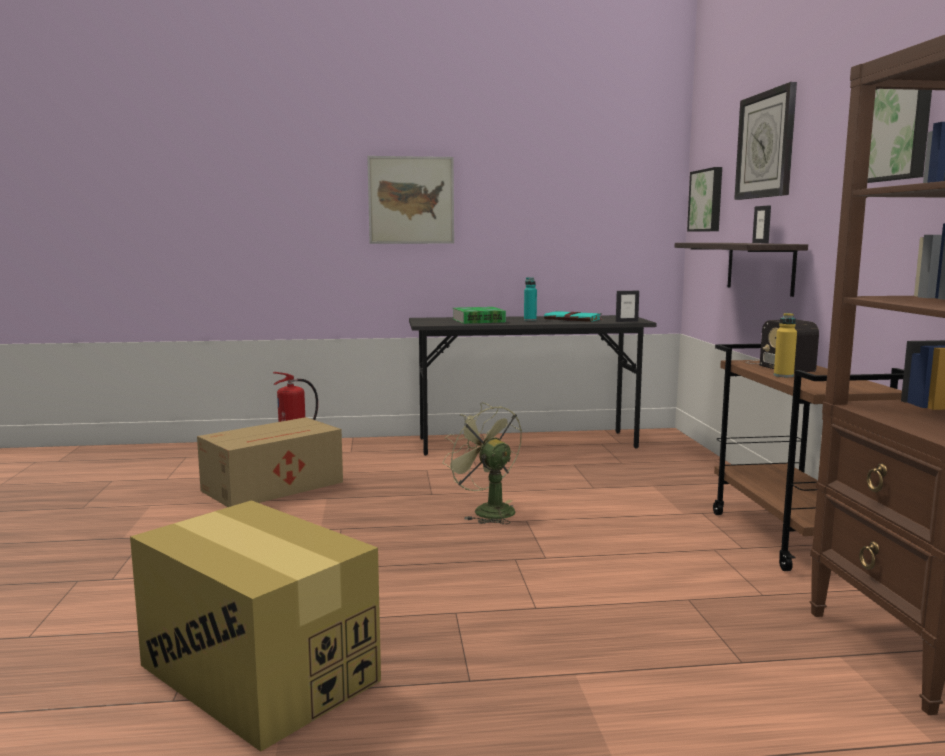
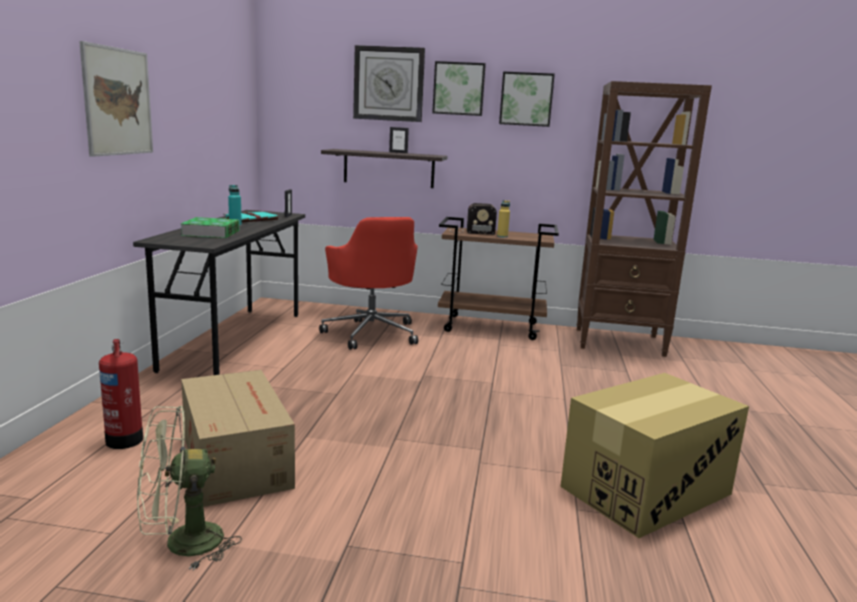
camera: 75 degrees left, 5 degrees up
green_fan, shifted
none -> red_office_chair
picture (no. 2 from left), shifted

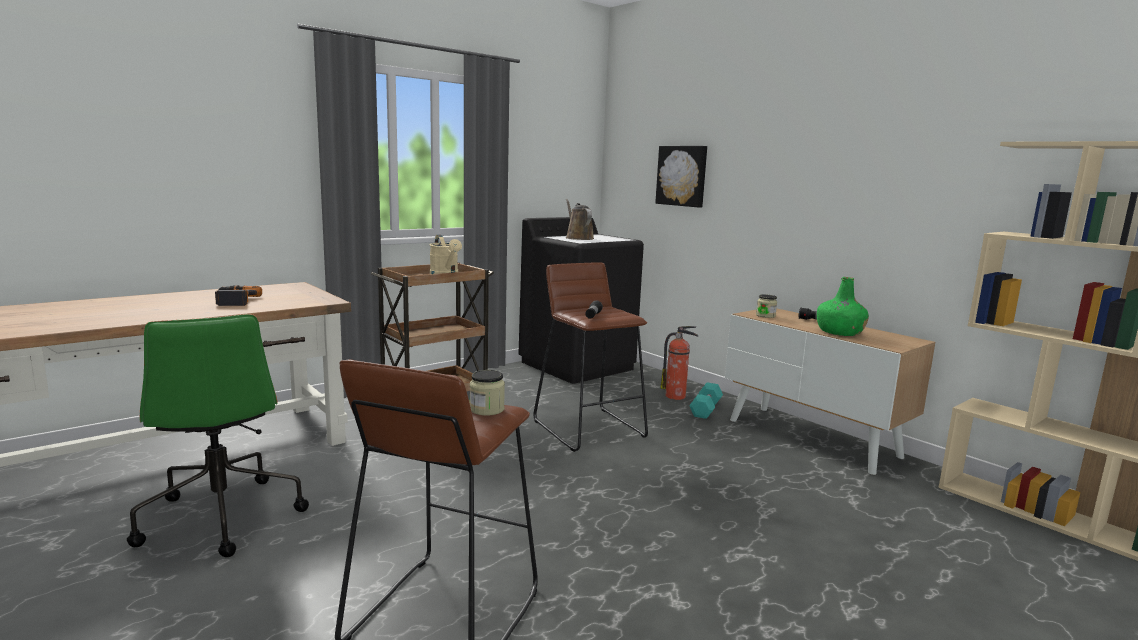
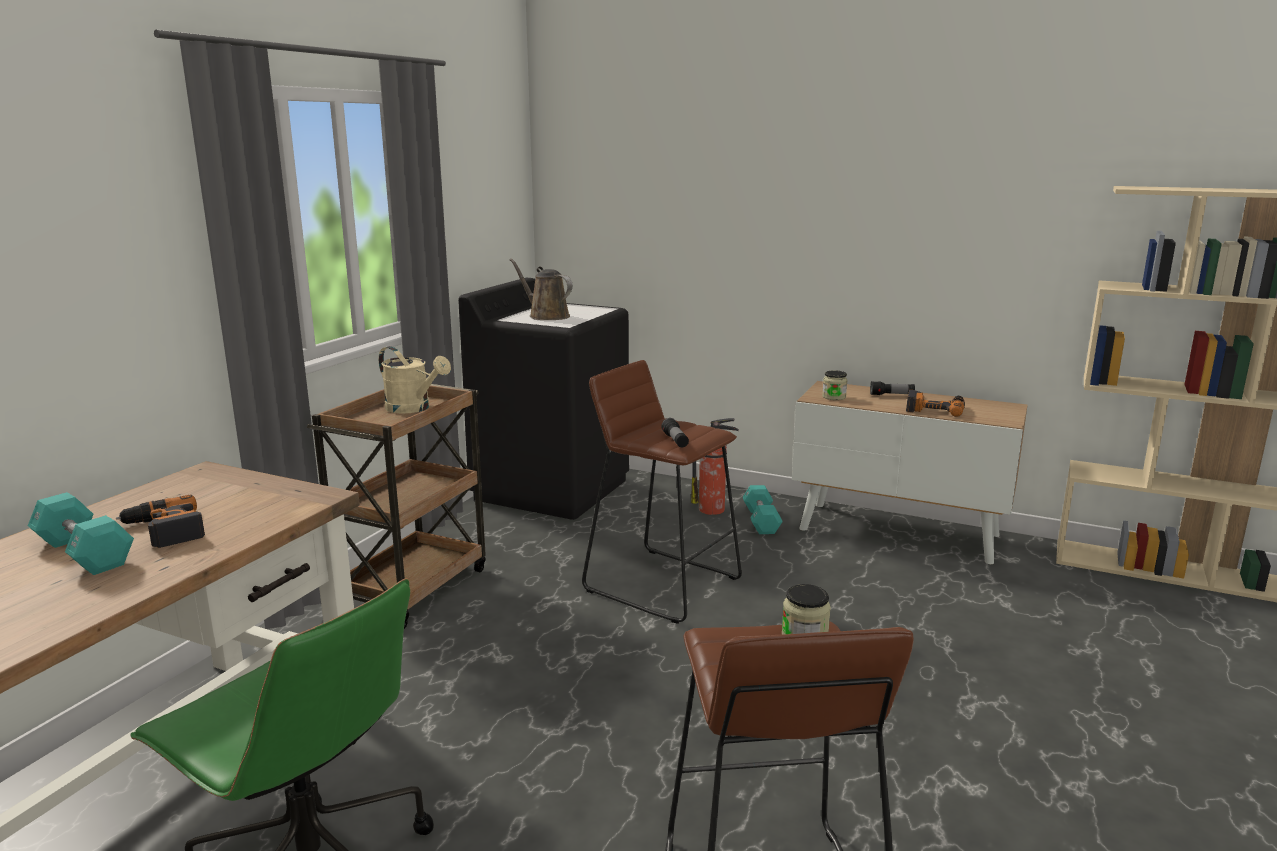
camera: 25 degrees left, 5 degrees up
none -> turquoise_dumbbell (no. 1 from left)
green_bottle -> power_drill (no. 2 from left)
picture -> none

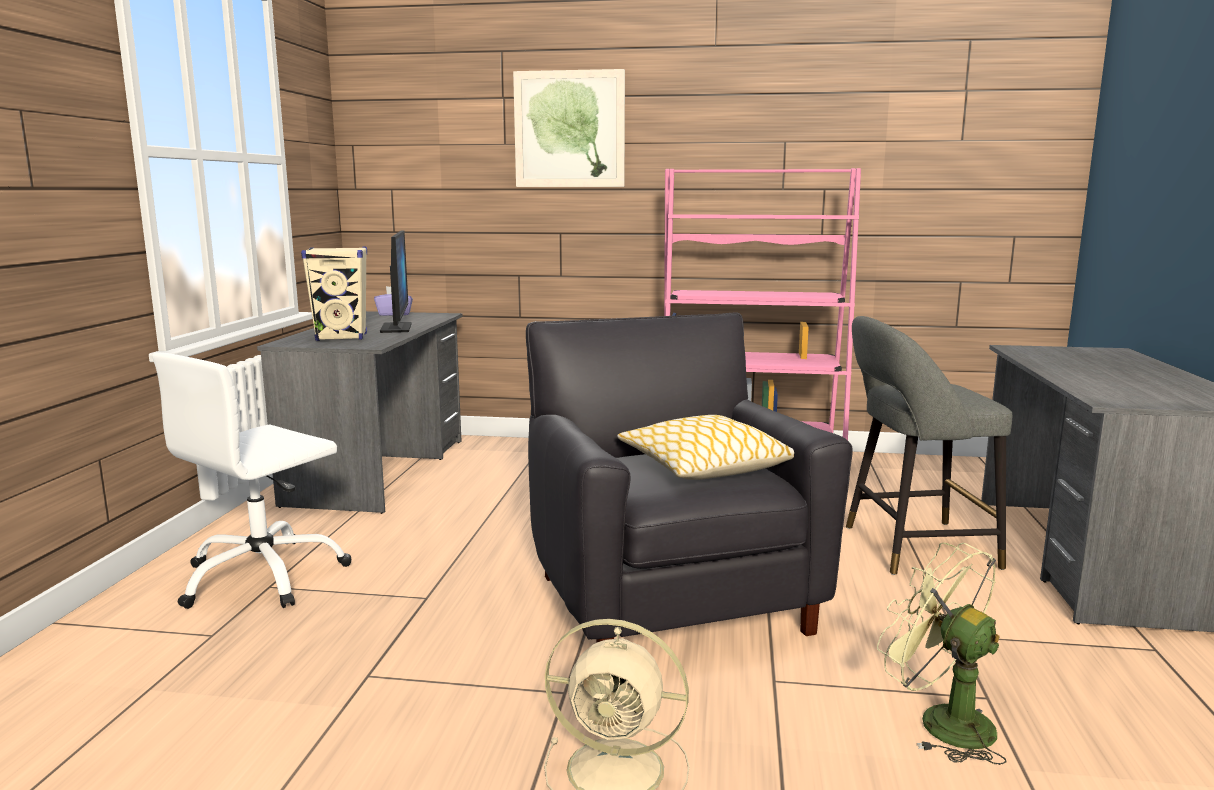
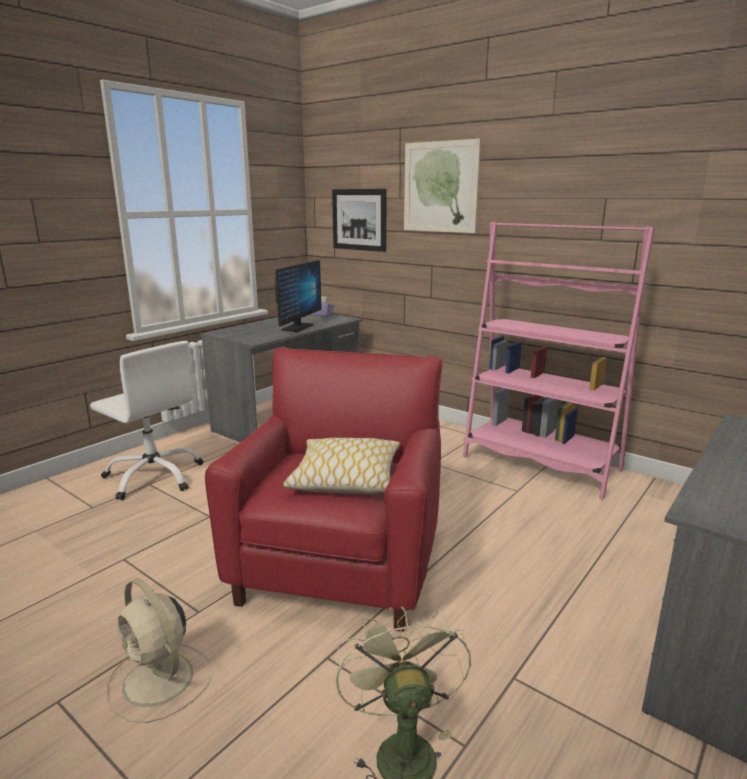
camera: 30 degrees right, 5 degrees up
white_office_chair, 120 degrees counterclockwise
black_armchair -> red_armchair
none -> picture (no. 1 from left)
beige_speaker -> none
grey_stool -> none

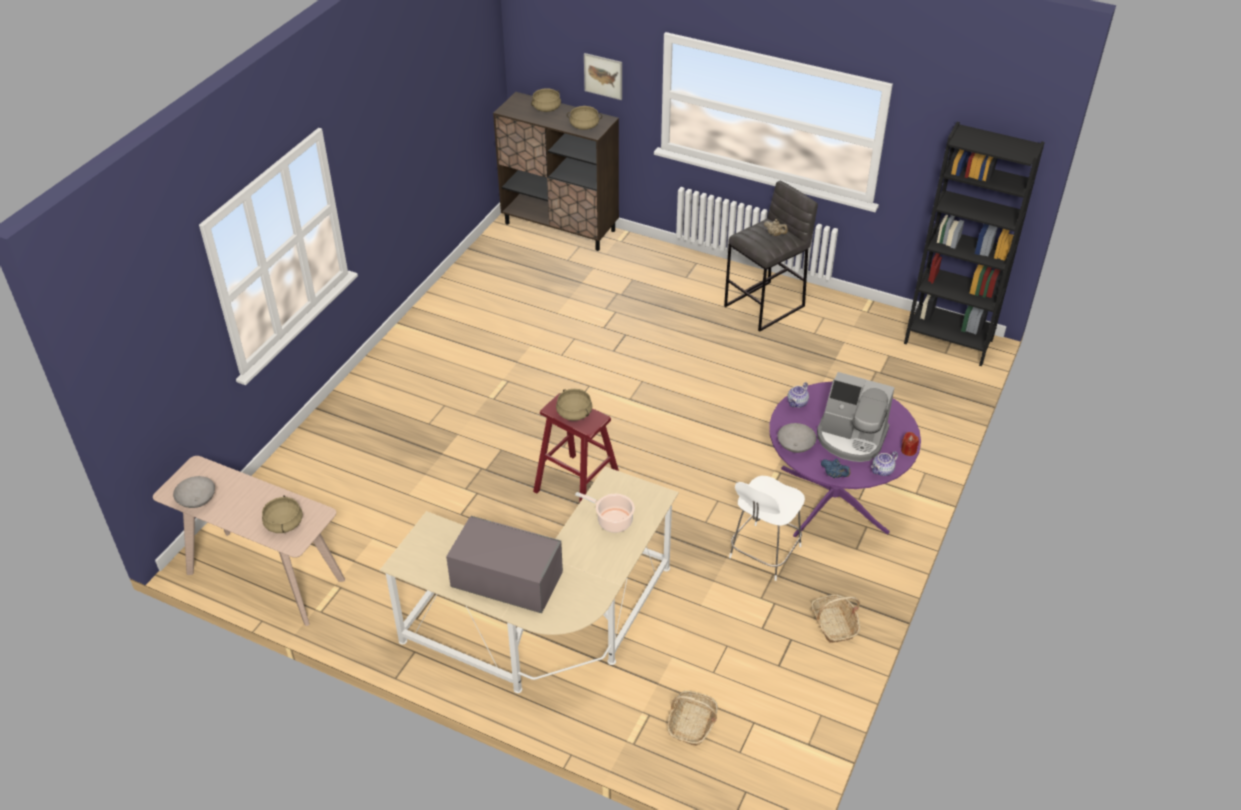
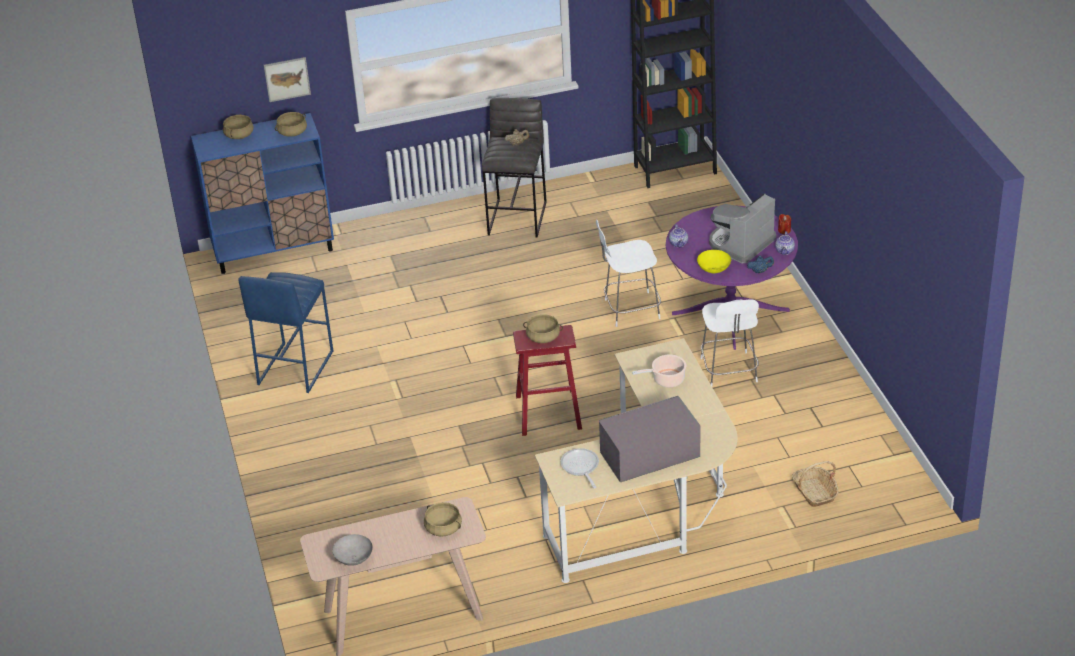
camera: 40 degrees left, 5 degrees down
brown_cabinet -> blue_cabinet
none -> blue_stool
none -> frying_pan
none -> white_chair (no. 1 from left)
grey_bowl (no. 2 from left) -> yellow_bowl
coffee_machine, 150 degrees clockwise
basket (no. 2 from left) -> none

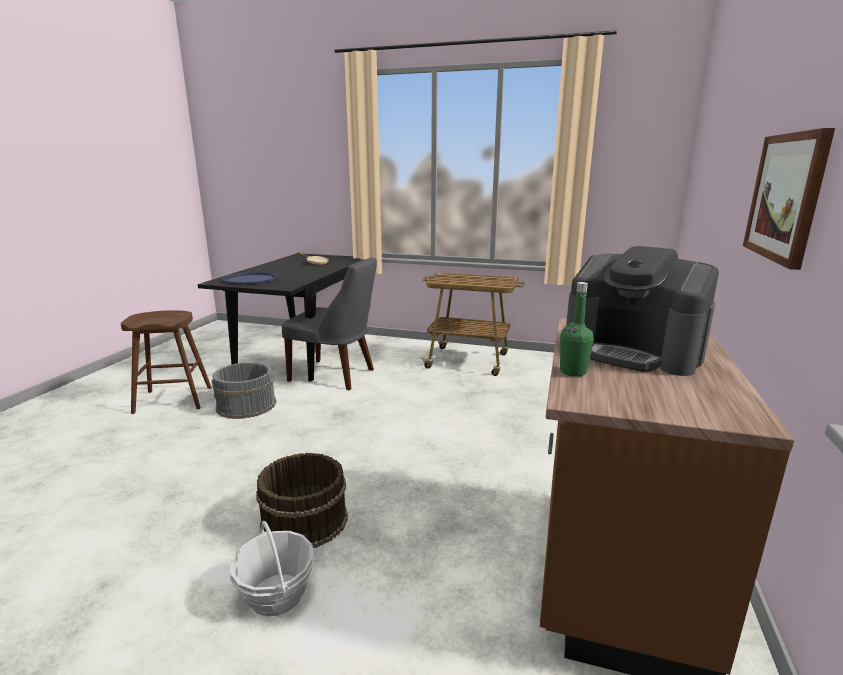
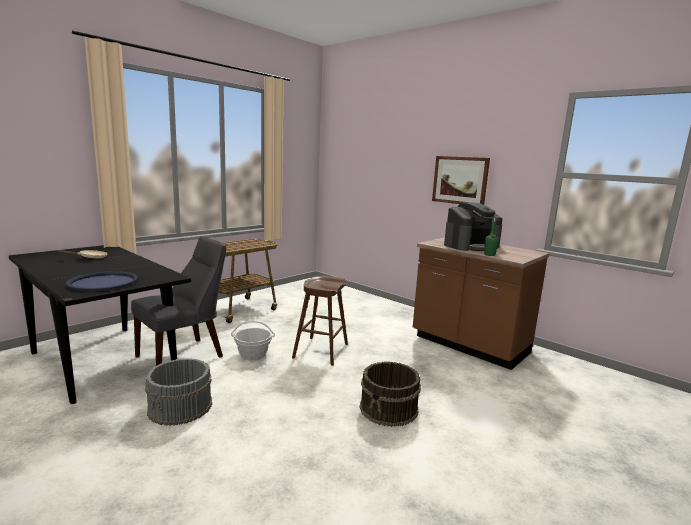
camera: 65 degrees left, 5 degrees down
basket, shifted
brown_stool, shifted

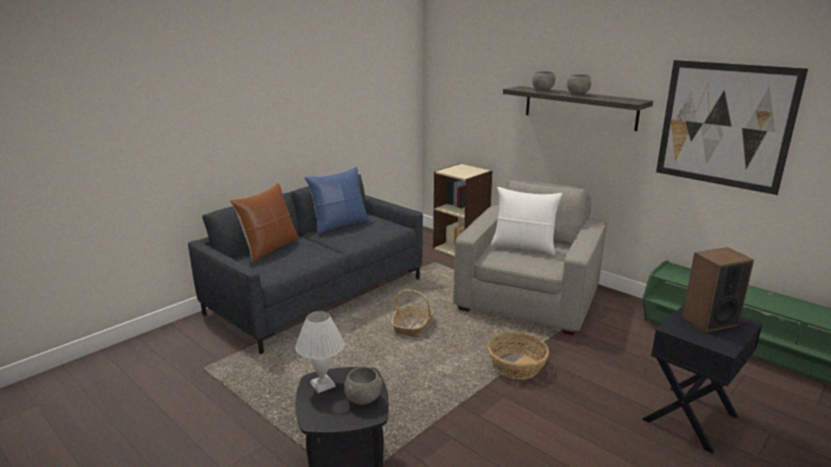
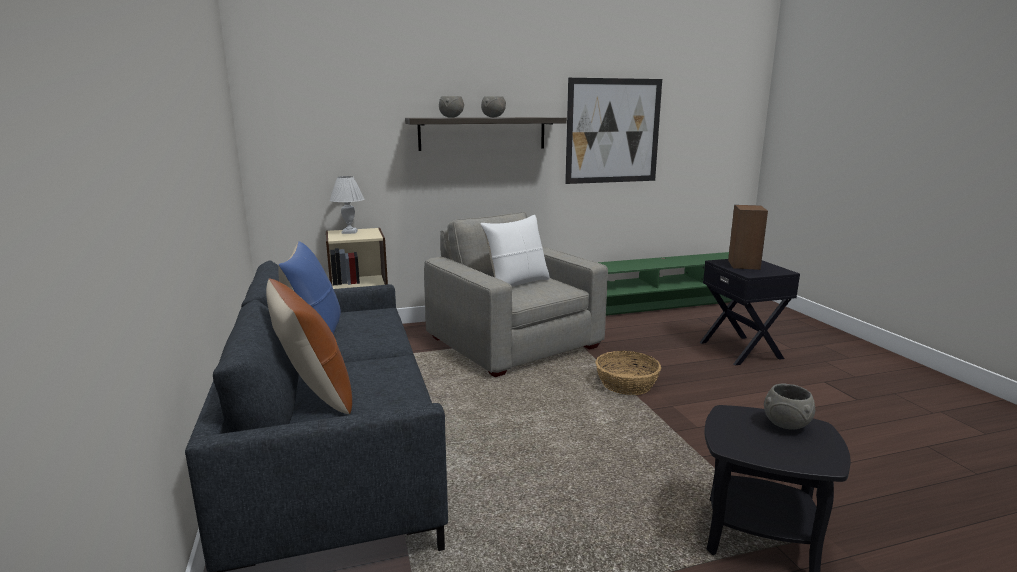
camera: 60 degrees left, 5 degrees down
white_table_lamp, shifted
basket (no. 1 from left) -> none

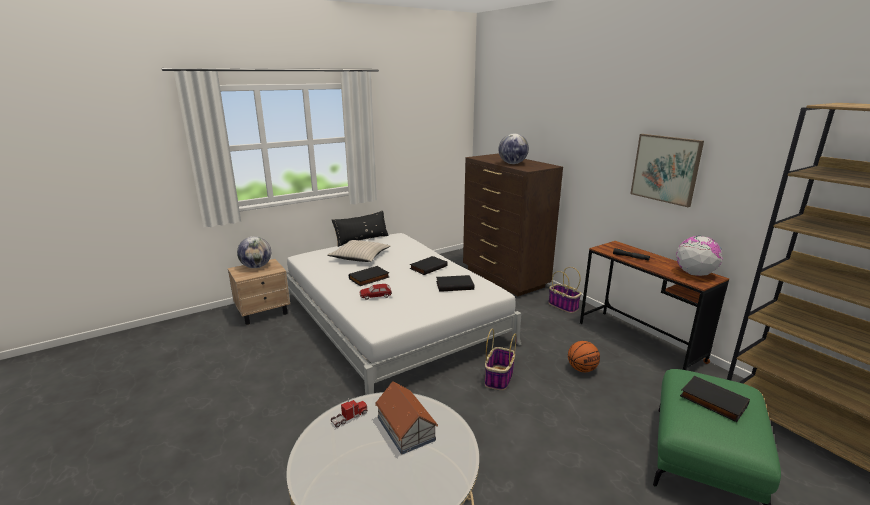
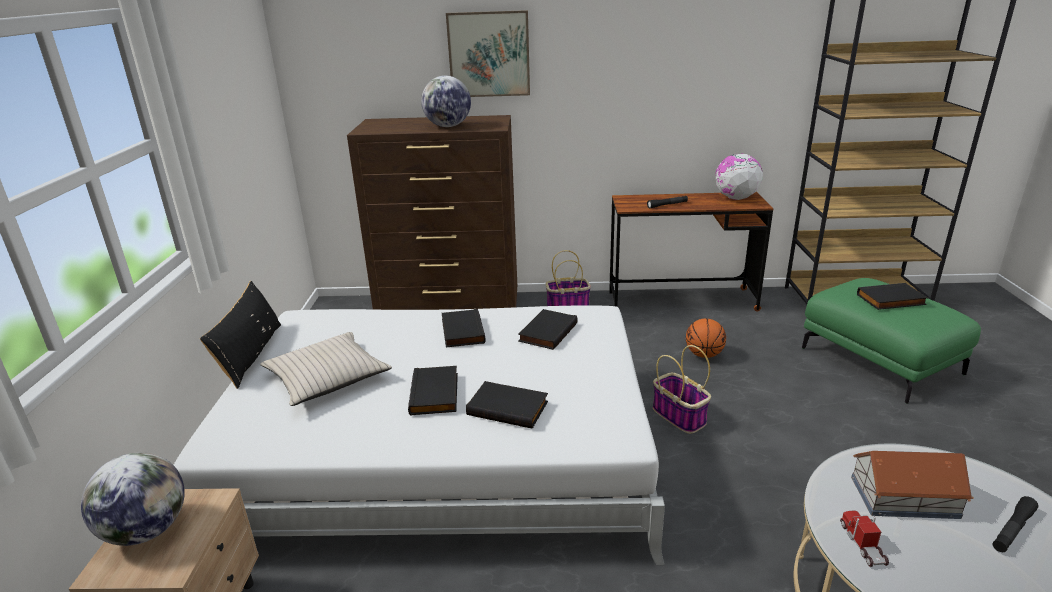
camera: 55 degrees left, 5 degrees up
picture, shifted
toy_car -> black_book (no. 3 from left)
none -> black_flashlight (no. 2 from left)

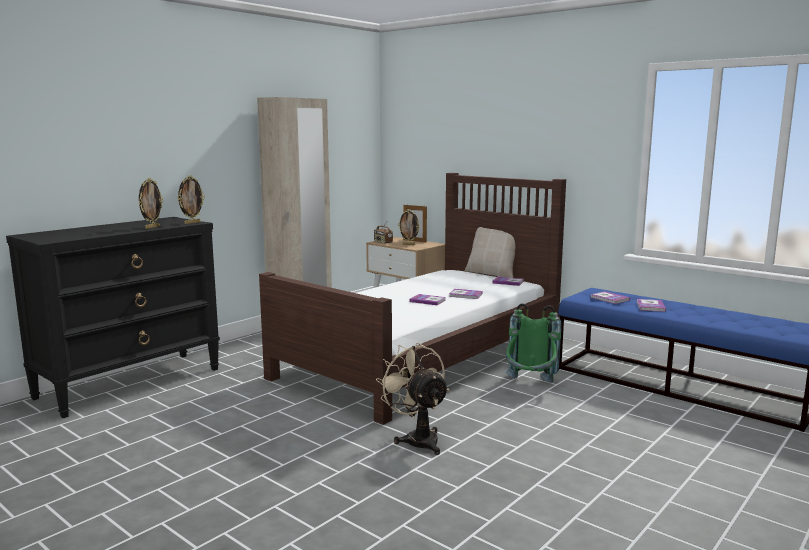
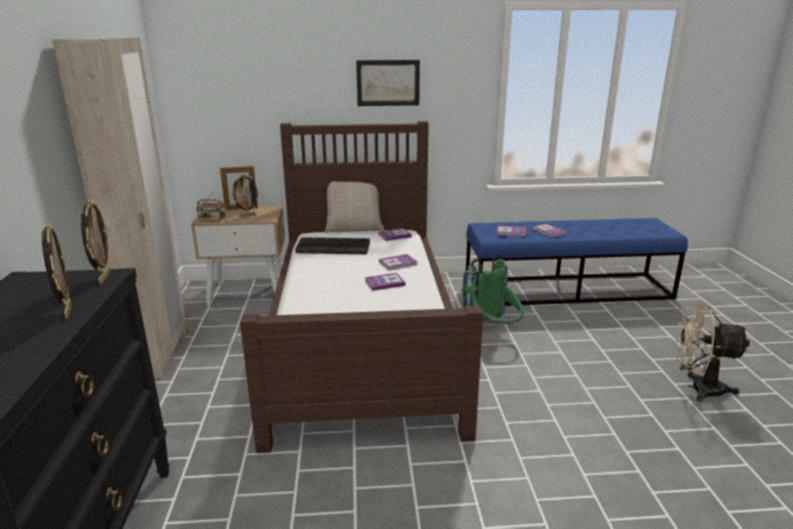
camera: 45 degrees left, 10 degrees up
none -> keyboard
none -> picture
beige_fan, shifted

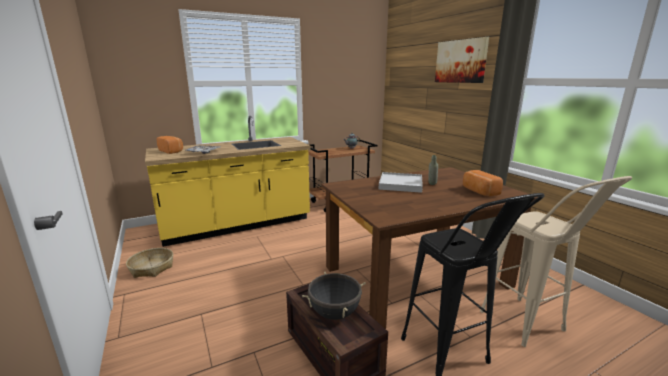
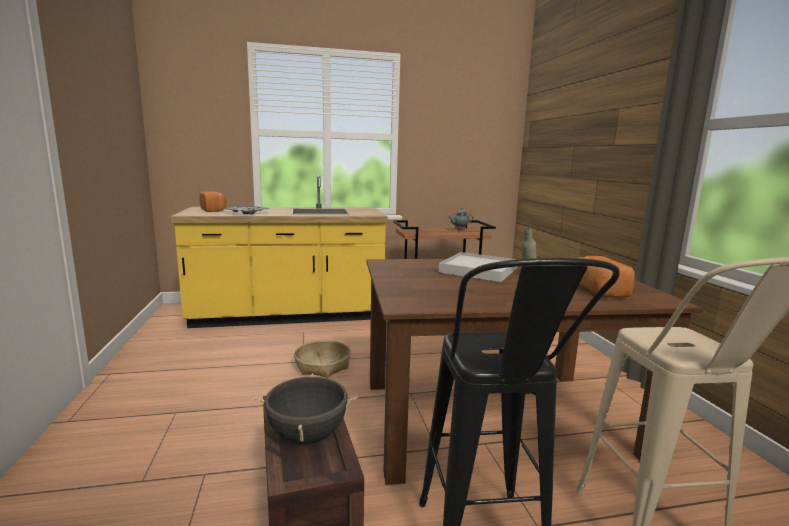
camera: 15 degrees right, 5 degrees down
basket, shifted
picture -> none

